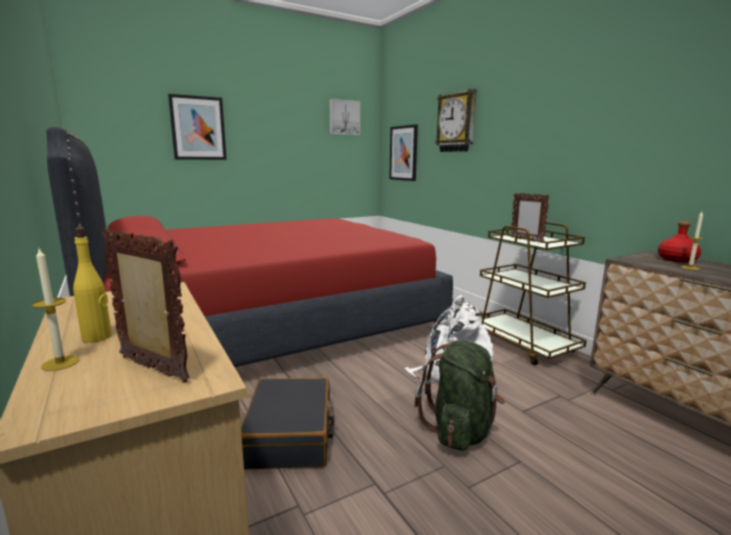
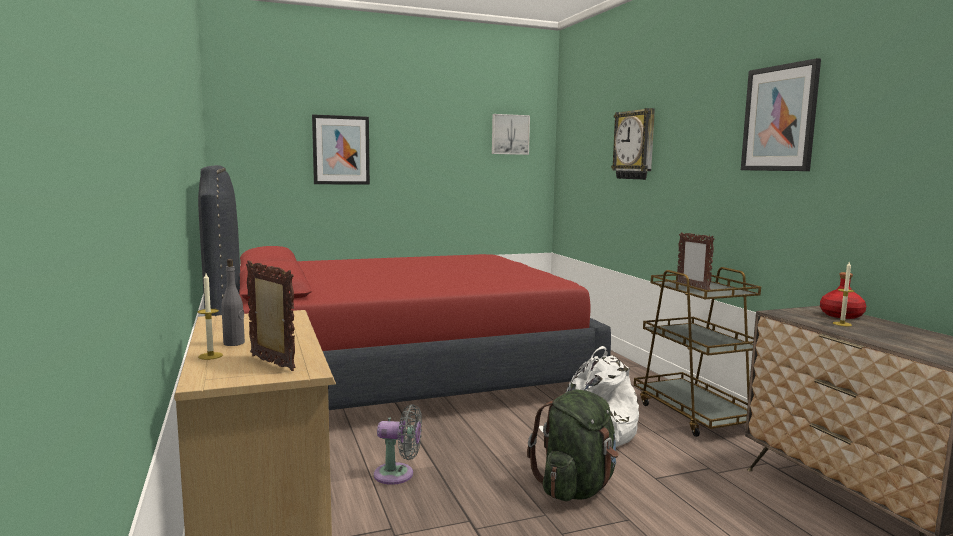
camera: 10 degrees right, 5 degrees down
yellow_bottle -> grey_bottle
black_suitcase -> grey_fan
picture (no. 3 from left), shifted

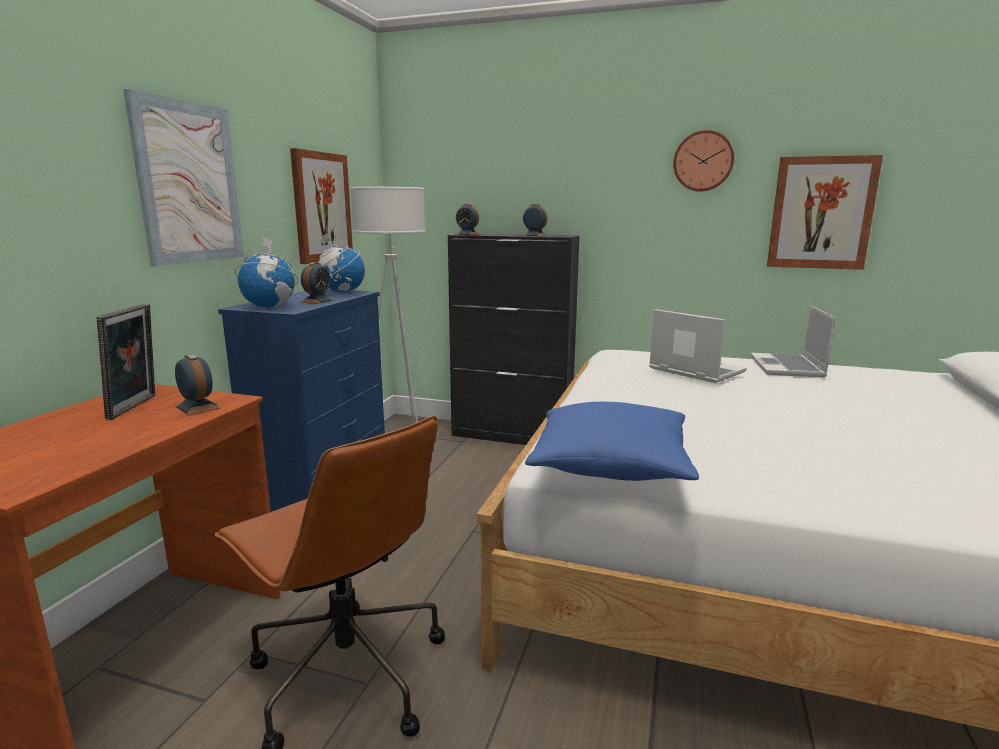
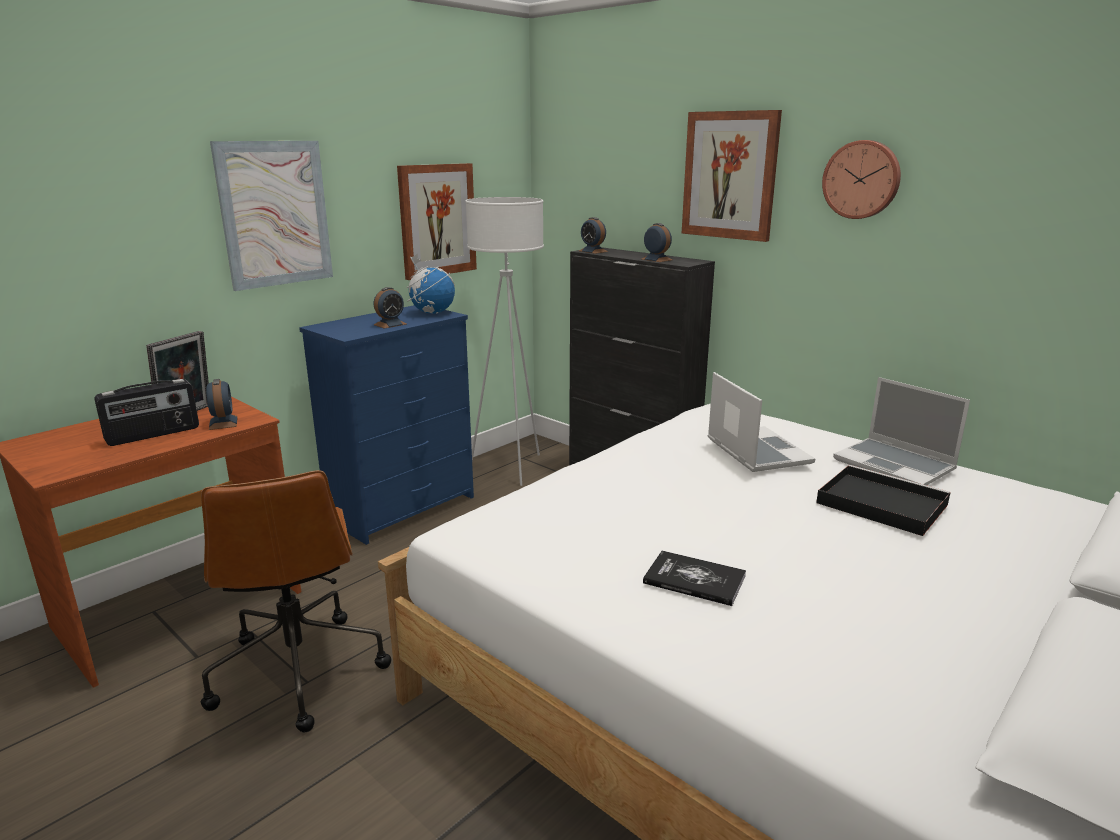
camera: 25 degrees right, 5 degrees up
none -> radio
none -> book
picture (no. 3 from left), shifted
none -> black_tray
laptop (no. 2 from left), 75 degrees counterclockwise
globe (no. 1 from left) -> none
blue_pillow -> none

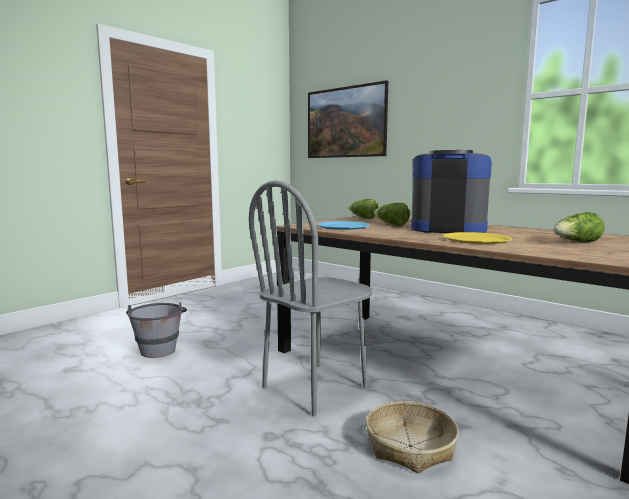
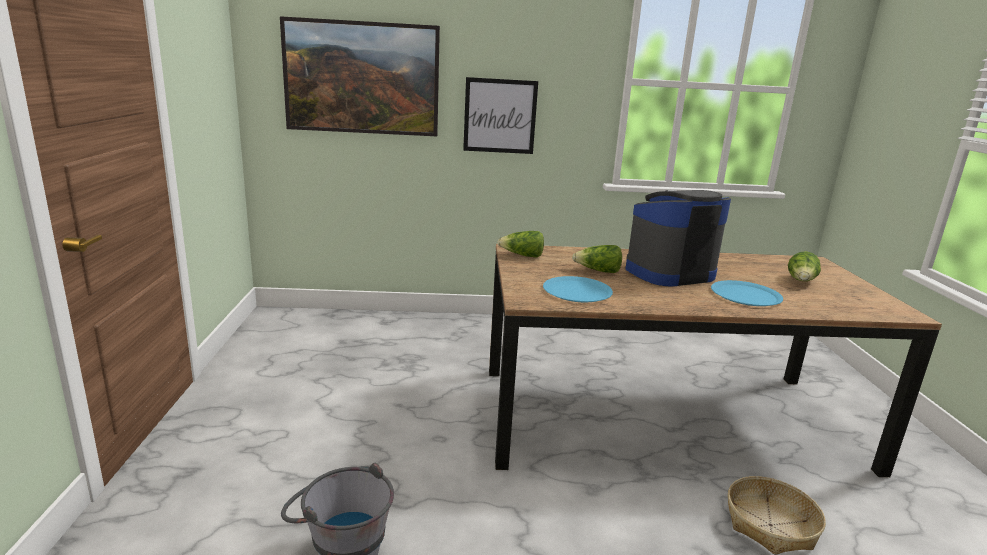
camera: 45 degrees left, 10 degrees up
none -> picture (no. 2 from left)
yellow_plate -> blue_plate (no. 2 from left)
grey_chair -> none

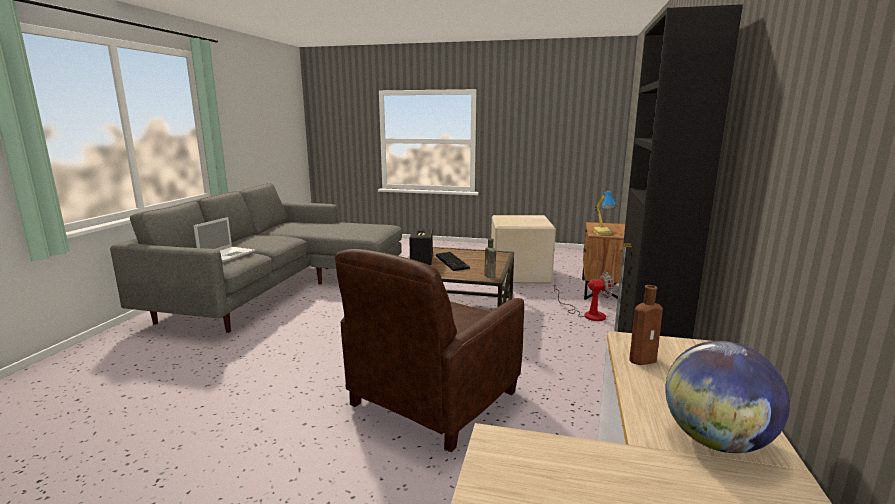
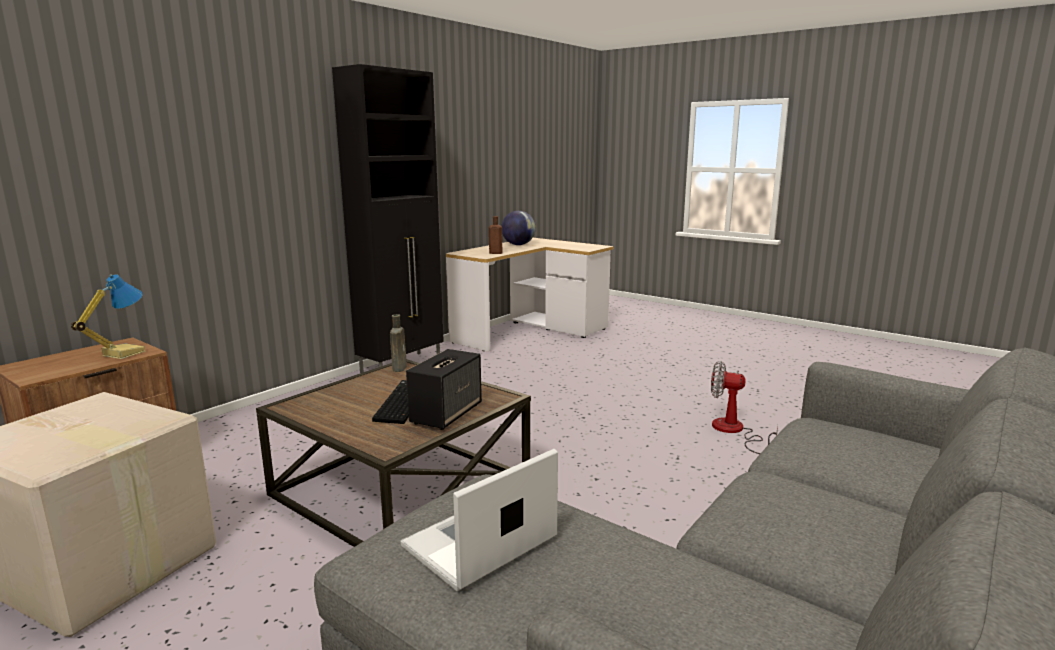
camera: 155 degrees left, 0 degrees up
laptop, shifted
fan, shifted
brown_armchair -> none

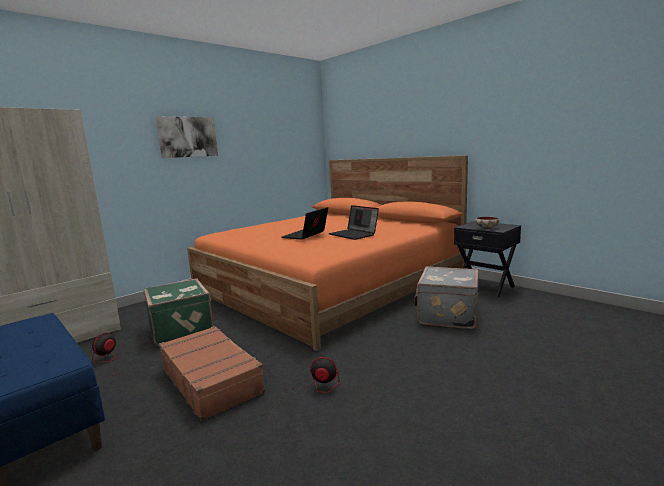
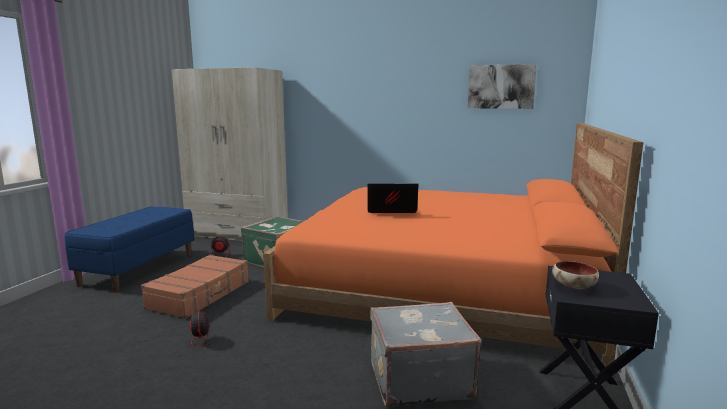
camera: 60 degrees right, 0 degrees up
picture, shifted
laptop (no. 2 from left) -> none

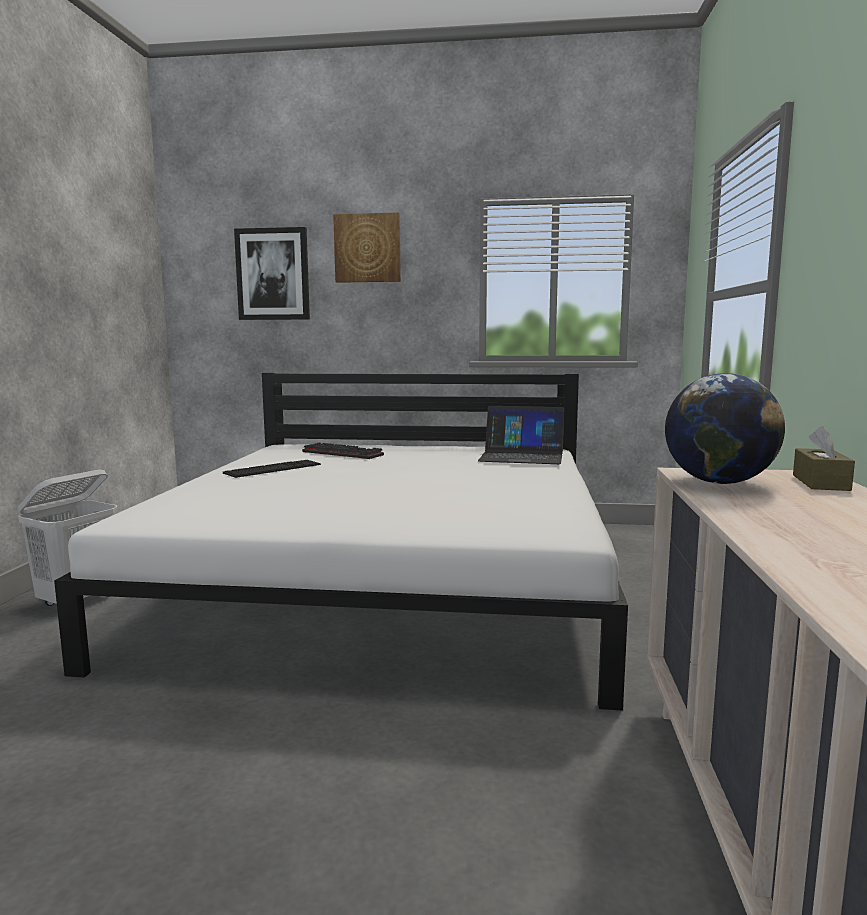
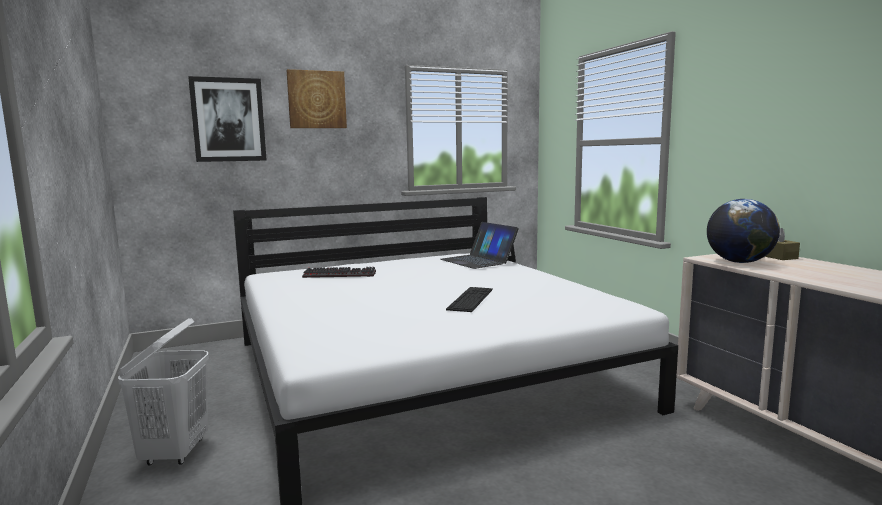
camera: 30 degrees left, 0 degrees up
laptop, 75 degrees clockwise
keyboard (no. 1 from left in the first image) -> keyboard (no. 2 from left), shifted

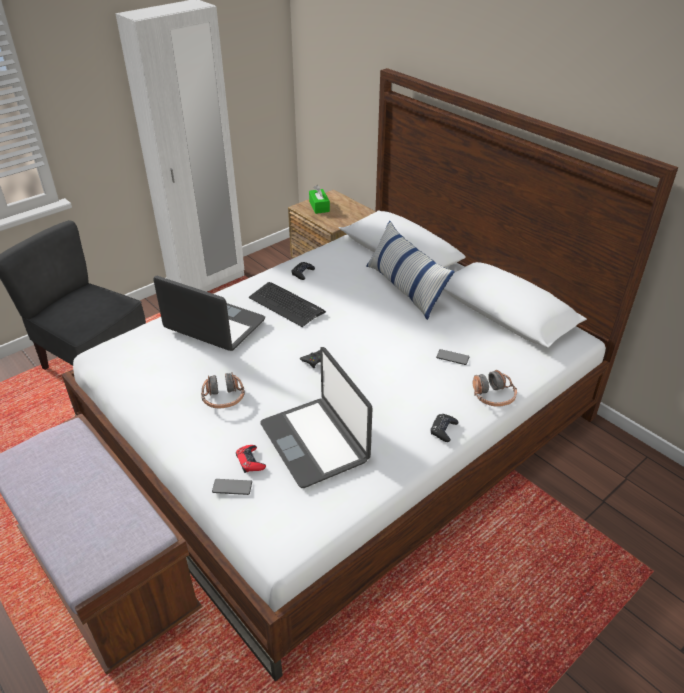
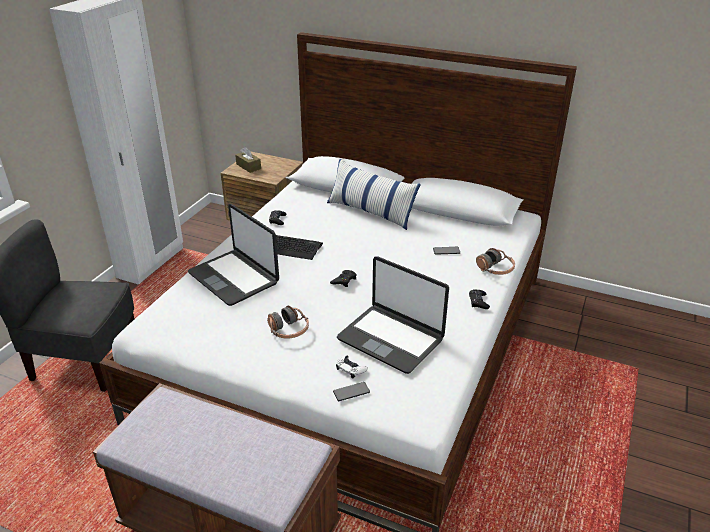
camera: 25 degrees left, 5 degrees down
laptop (no. 1 from left), 135 degrees counterclockwise
green_tissue_box -> brown_tissue_box
red_game_controller -> white_game_controller

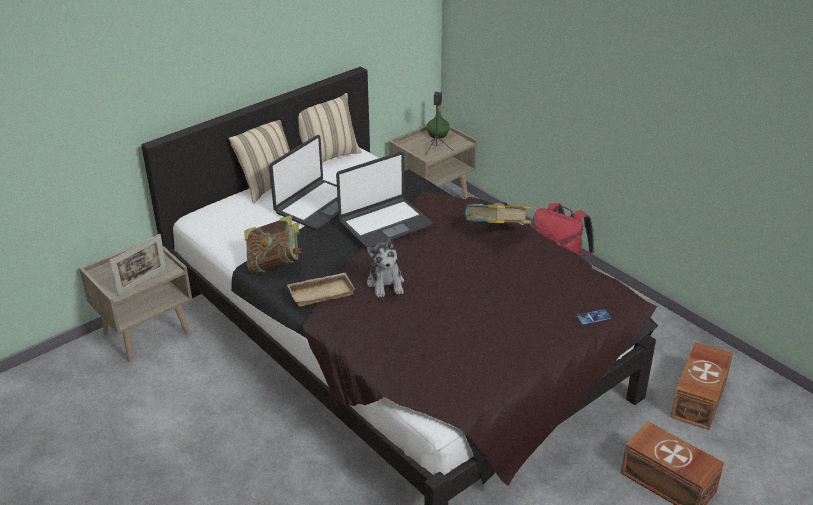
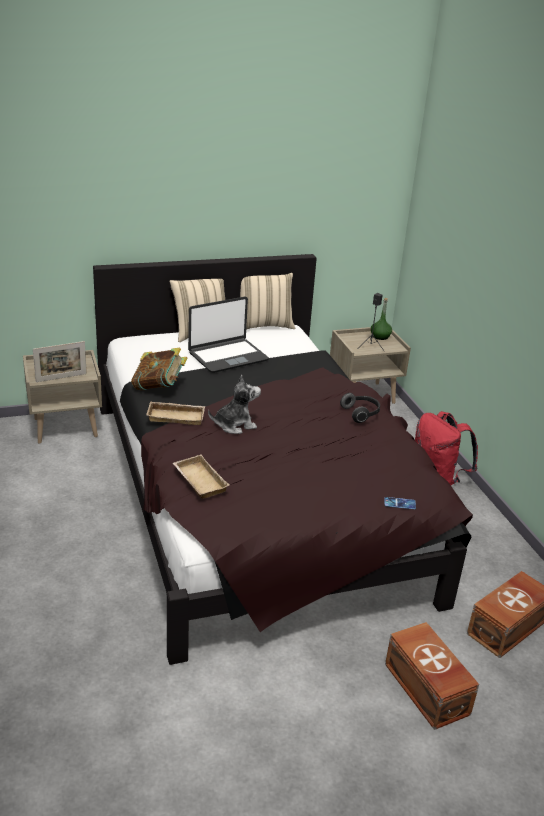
camera: 20 degrees right, 5 degrees down
none -> beige_tray (no. 2 from left)
plush_toy, 120 degrees counterclockwise
book (no. 2 from left) -> headphones
laptop (no. 2 from left) -> none

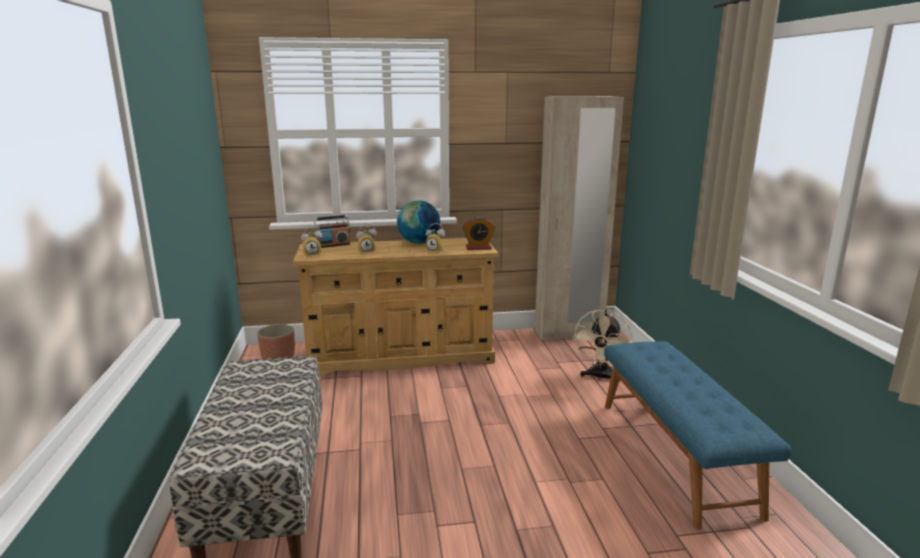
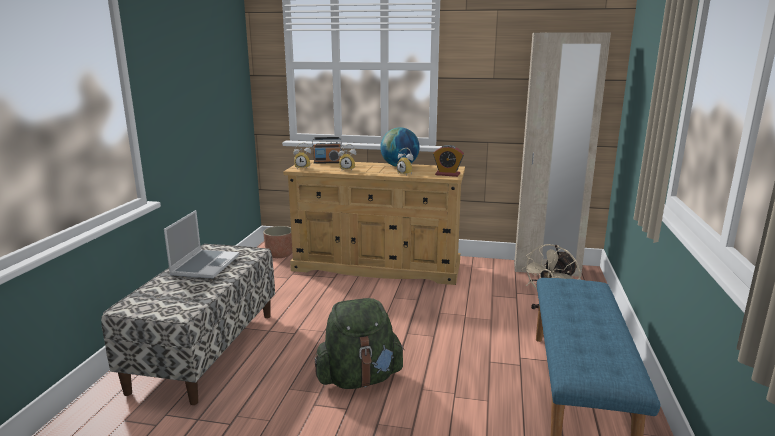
camera: 20 degrees right, 0 degrees up
none -> laptop
none -> green_backpack

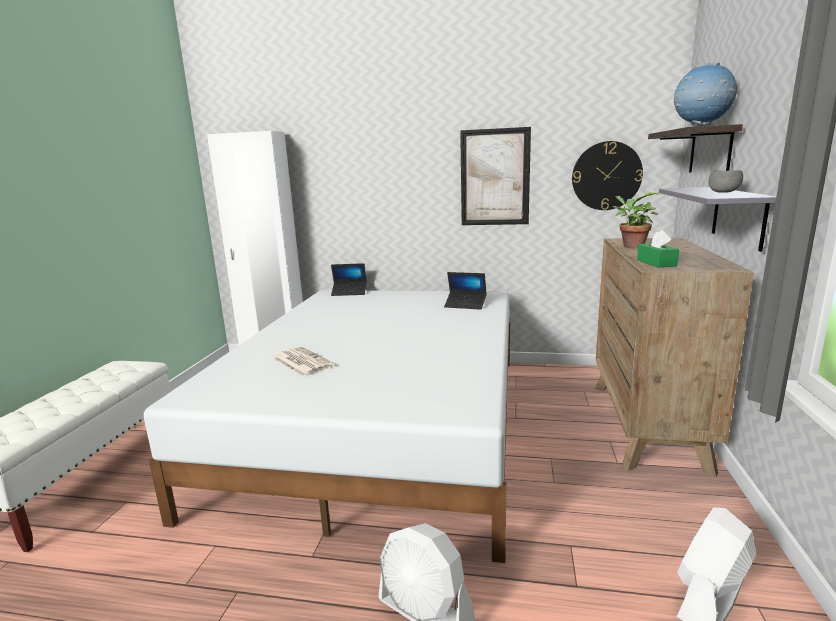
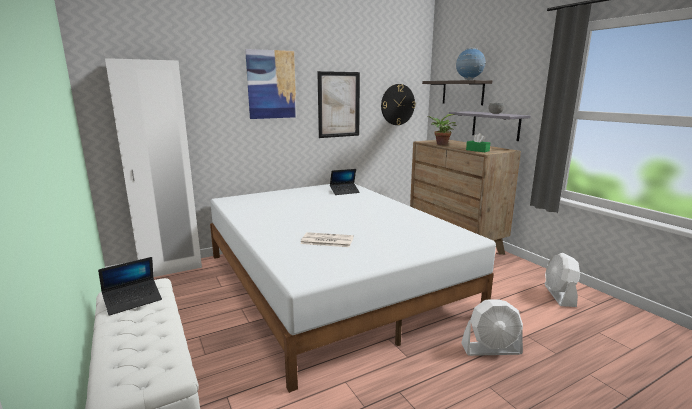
camera: 40 degrees left, 0 degrees up
laptop (no. 1 from left), shifted
none -> picture (no. 1 from left)

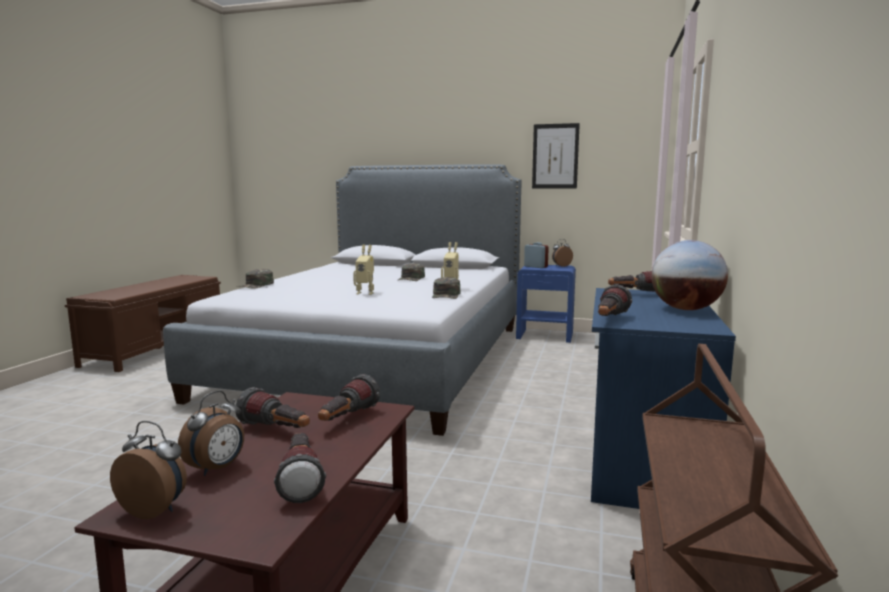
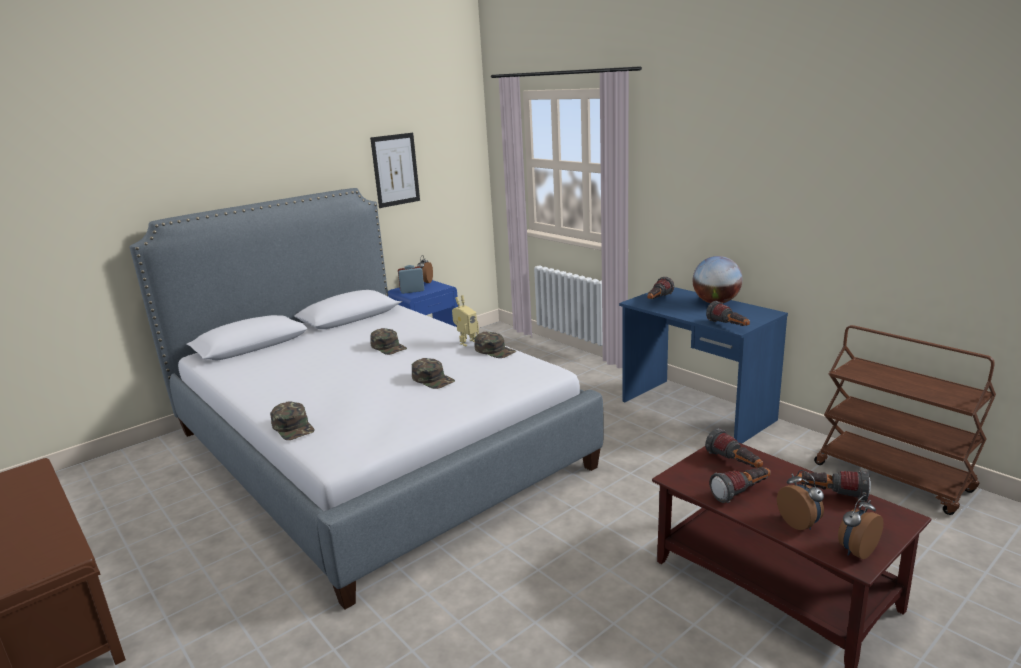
camera: 55 degrees left, 10 degrees up
toy_robot (no. 1 from left) -> green_cap (no. 3 from left)

